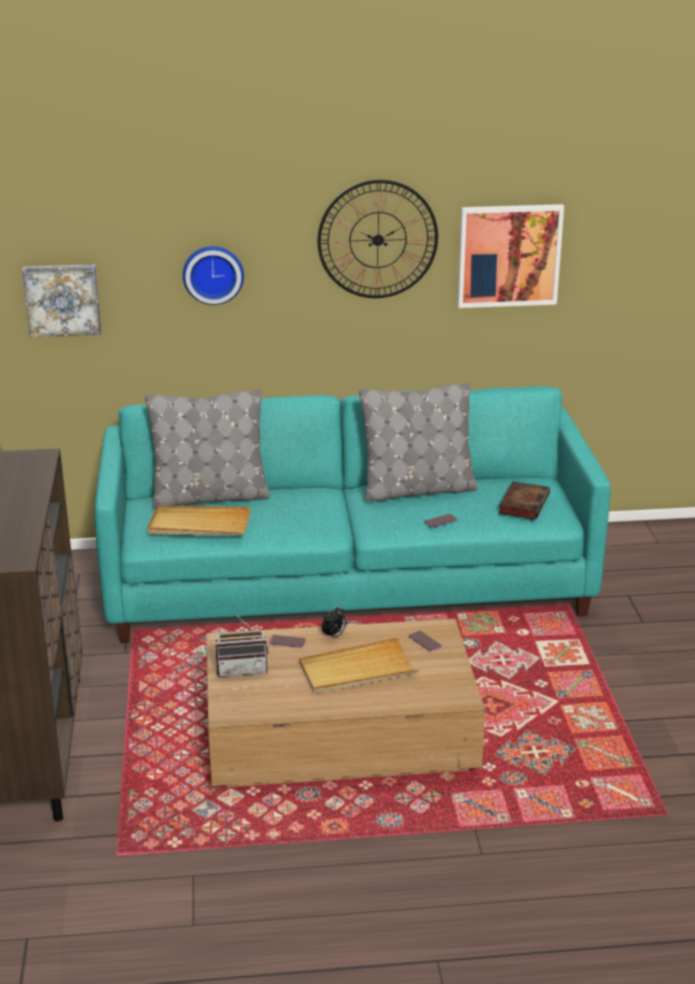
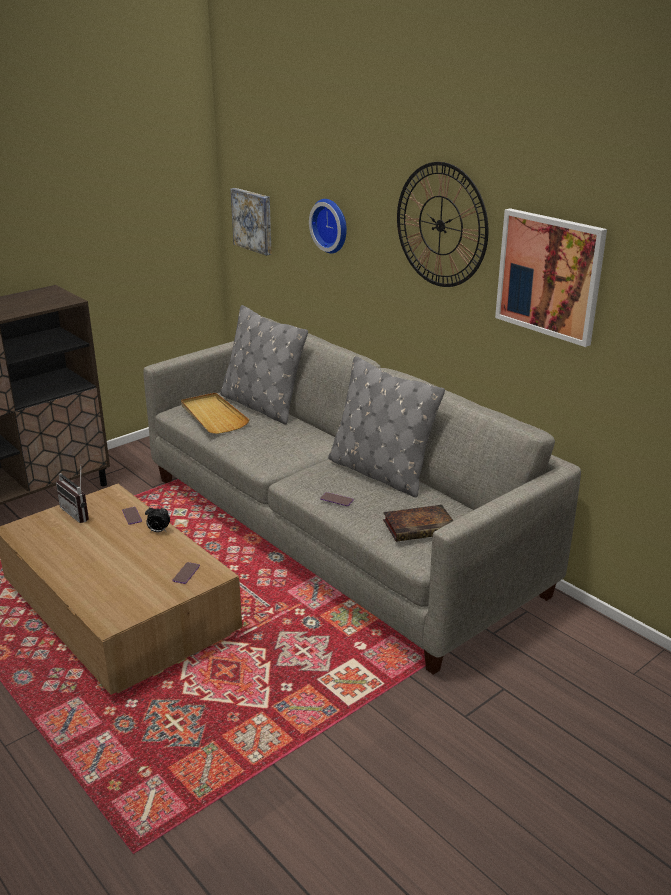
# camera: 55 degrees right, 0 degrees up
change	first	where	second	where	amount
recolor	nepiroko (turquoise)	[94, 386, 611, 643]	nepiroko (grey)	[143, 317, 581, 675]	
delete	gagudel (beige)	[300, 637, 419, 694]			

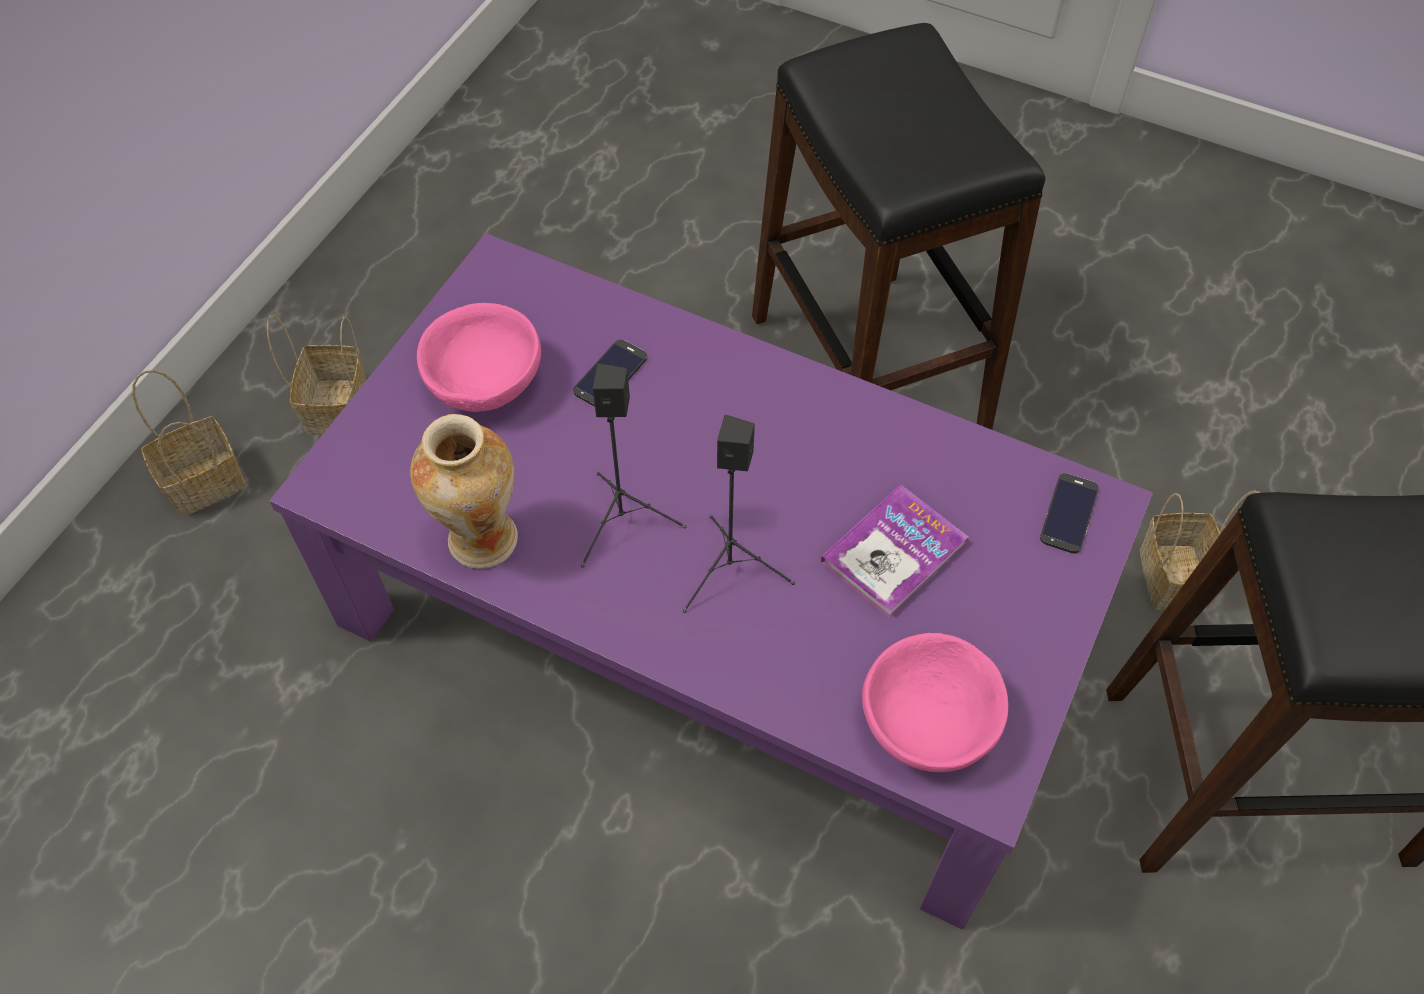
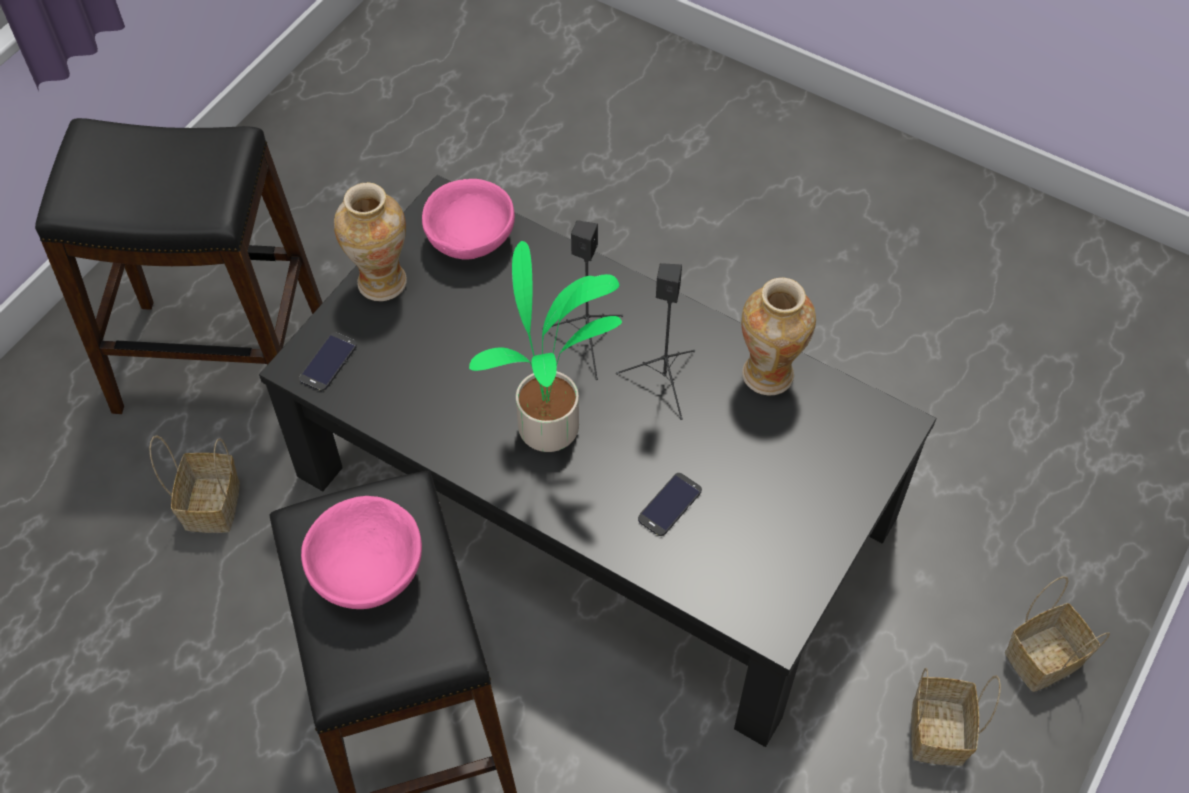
# camera: 175 degrees left, 0 degrees up
change	first	where	second	where	amount
recolor	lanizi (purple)	[269, 233, 1153, 930]	lanizi (black)	[259, 175, 936, 747]	
move	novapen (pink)	[417, 303, 541, 412]		[301, 496, 422, 609]	
insert			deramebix	[334, 182, 407, 301]	
insert			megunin	[469, 241, 622, 452]	
delete	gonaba	[821, 484, 968, 618]			

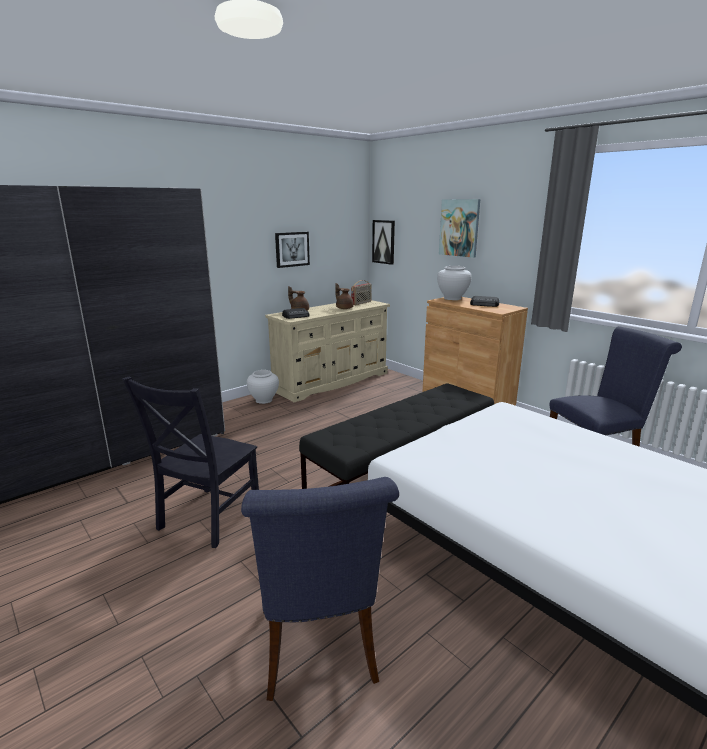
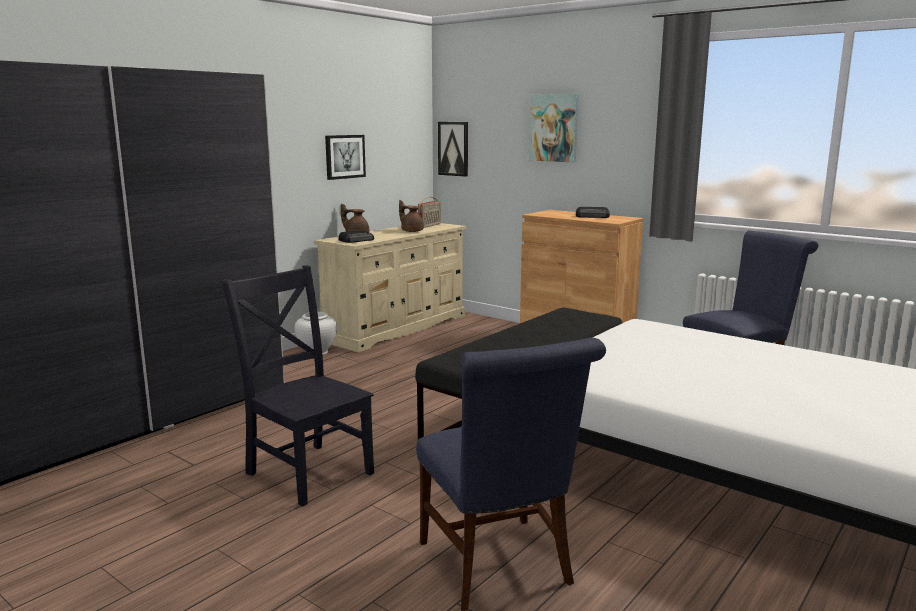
# camera: 10 degrees left, 5 degrees down
change	first	where	second	where	amount
rotate	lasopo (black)	[122, 377, 259, 548]		[221, 265, 374, 507]	120 degrees clockwise
delete	deramebix (white)	[437, 266, 471, 300]			

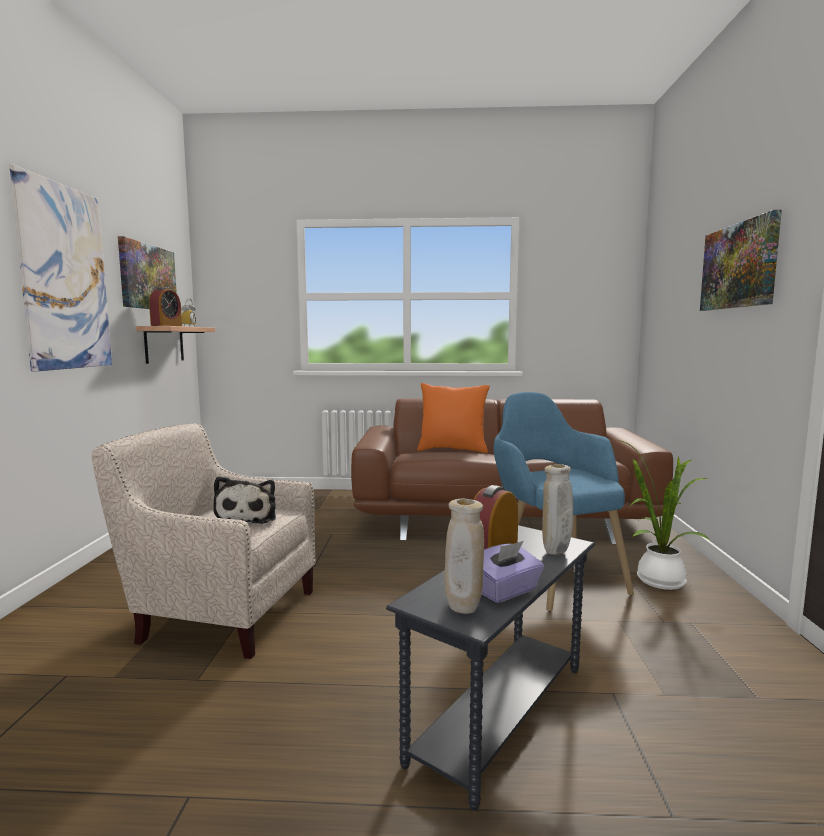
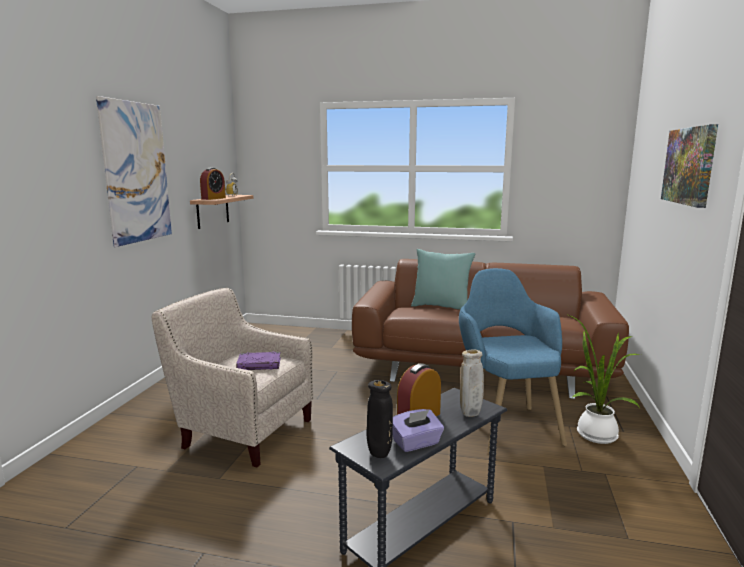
# camera: 10 degrees right, 5 degrees up
change	first	where	second	where	amount
replace	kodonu	[214, 476, 276, 524]	gonaba (purple)	[236, 352, 281, 370]	
recolor	deramebix (beige)	[444, 499, 484, 614]	deramebix (black)	[367, 380, 393, 458]	
recolor	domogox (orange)	[417, 383, 490, 453]	domogox (turquoise)	[411, 249, 475, 310]	
delete	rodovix	[118, 236, 177, 309]			

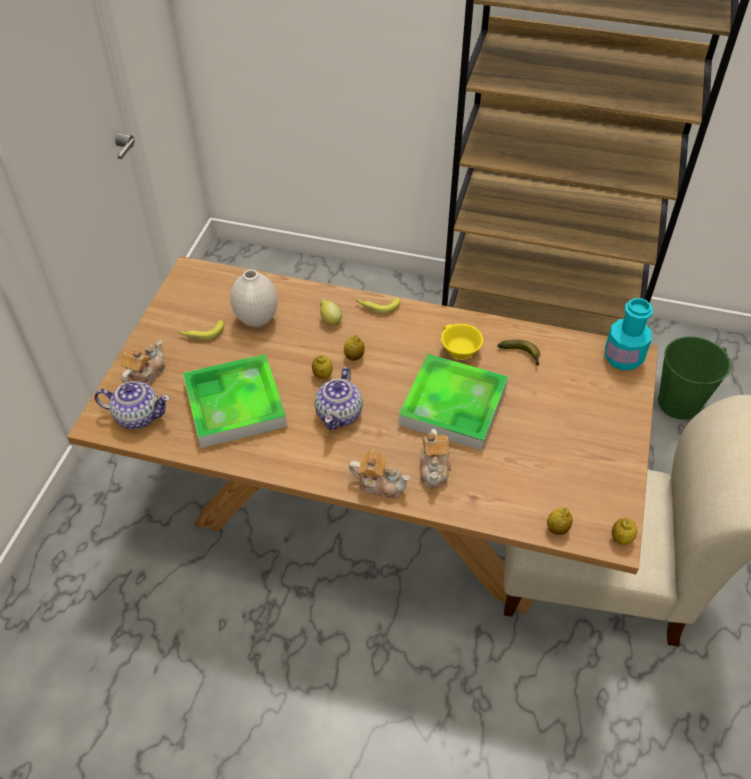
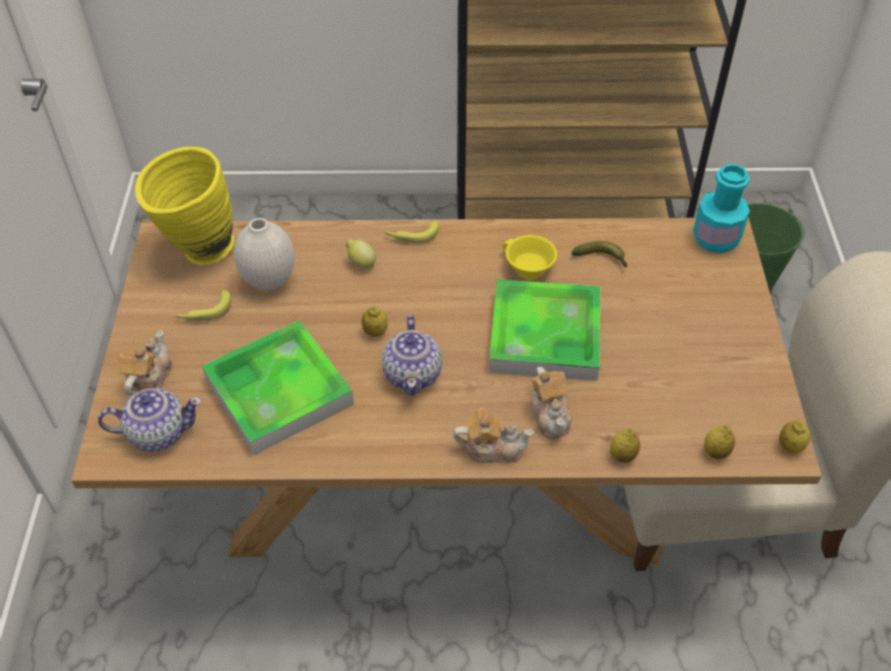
# camera: 15 degrees left, 0 degrees up
change	first	where	second	where	amount
insert			deramebix (yellow)	[135, 147, 234, 265]	
move	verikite	[344, 335, 365, 360]		[610, 428, 640, 463]	

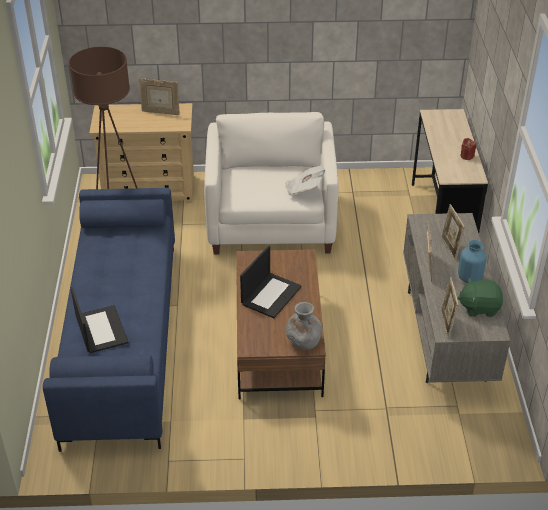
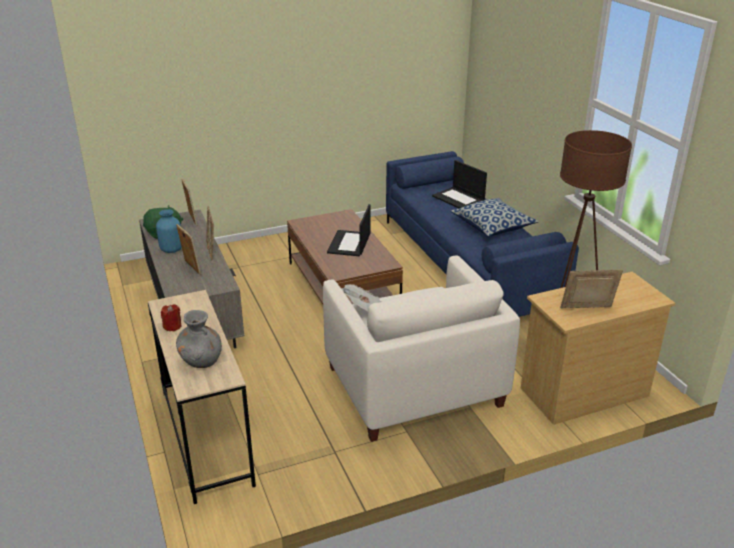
# camera: 160 degrees right, 10 degrees down
change	first	where	second	where	amount
move	deramebix (grey)	[286, 302, 322, 350]		[176, 310, 222, 368]	
insert			domogox	[450, 198, 539, 237]	

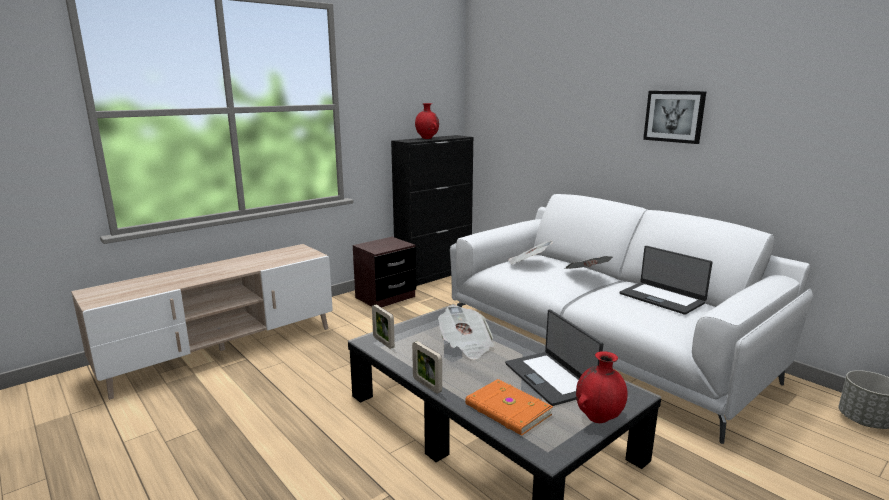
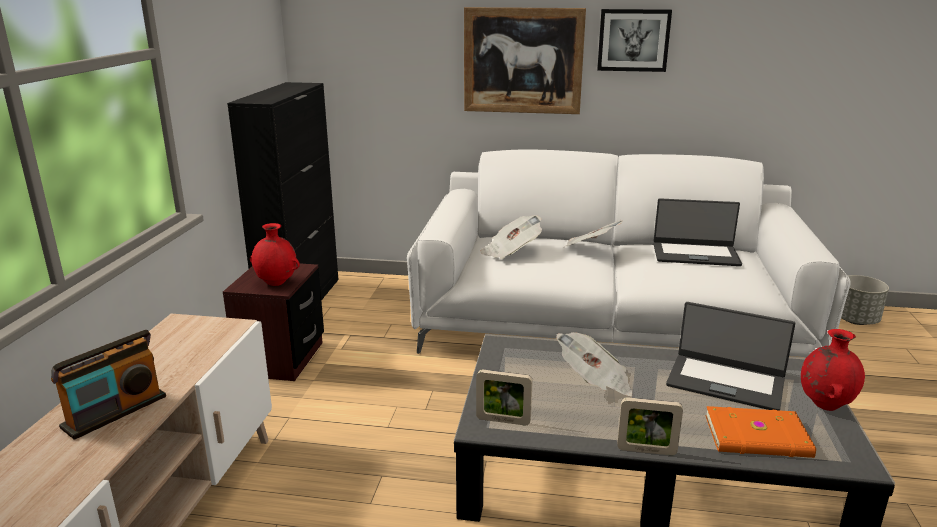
# camera: 40 degrees left, 5 degrees up
change	first	where	second	where	amount
insert			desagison	[51, 330, 166, 440]	
move	deramebix (red)	[415, 103, 439, 139]		[250, 223, 300, 286]	
insert			rodovix	[464, 7, 586, 114]	

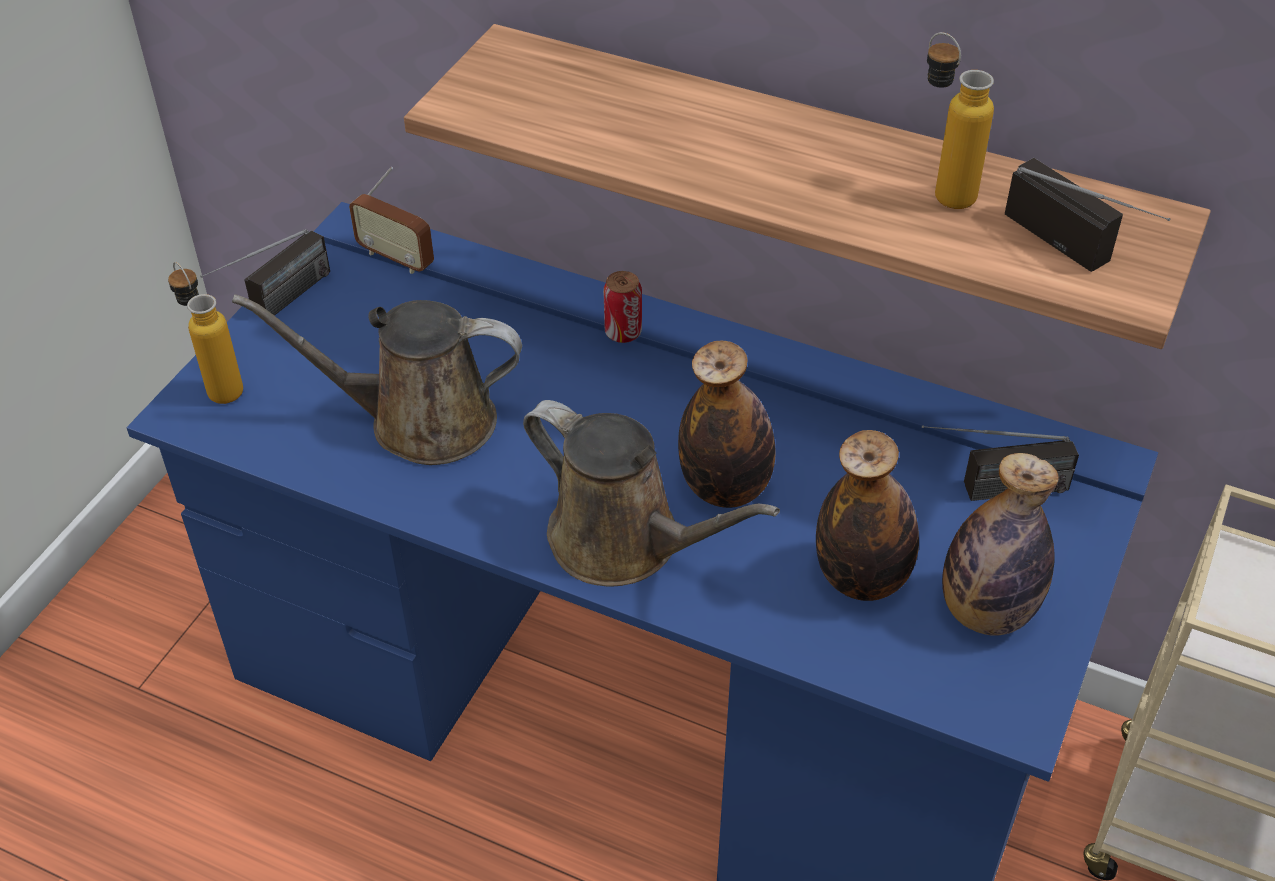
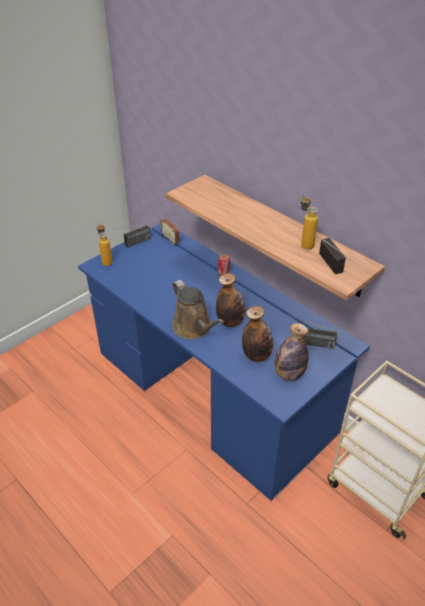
# camera: 20 degrees right, 5 degrees down
change	first	where	second	where	amount
delete	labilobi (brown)	[232, 294, 522, 465]			

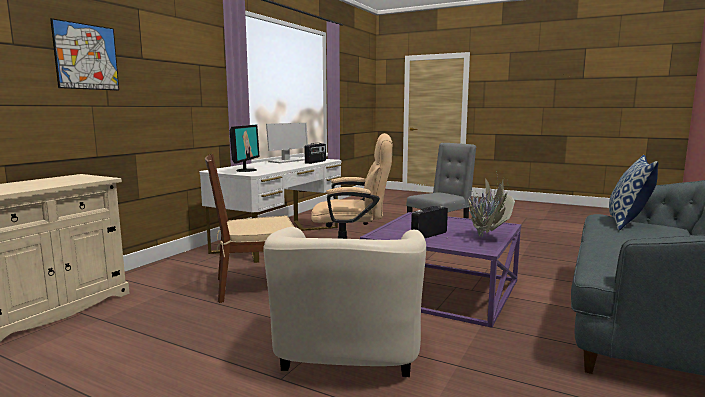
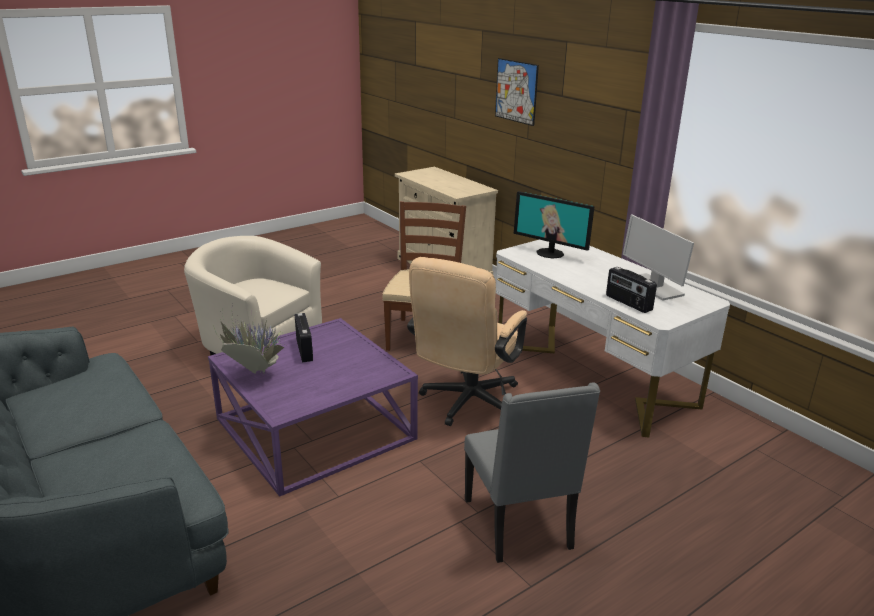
# camera: 115 degrees right, 15 degrees up
change	first	where	second	where	amount
delete	domogox	[609, 155, 658, 230]			

